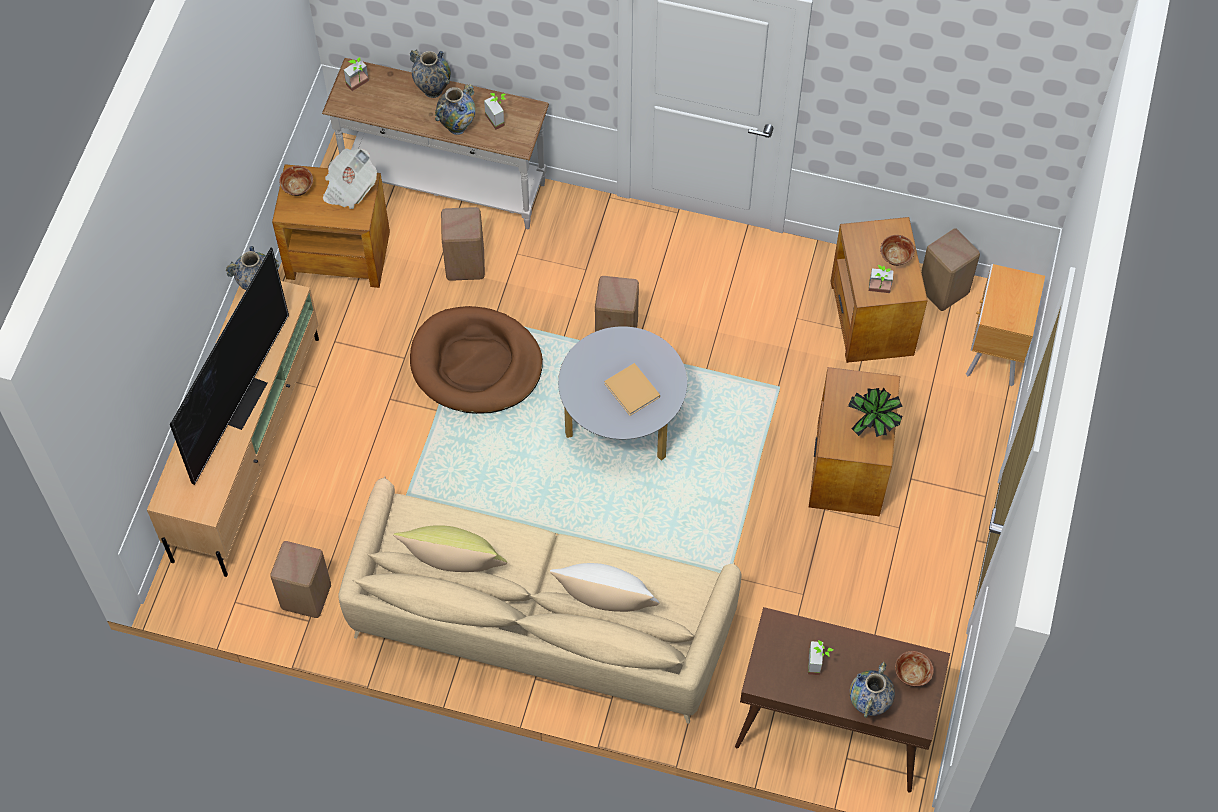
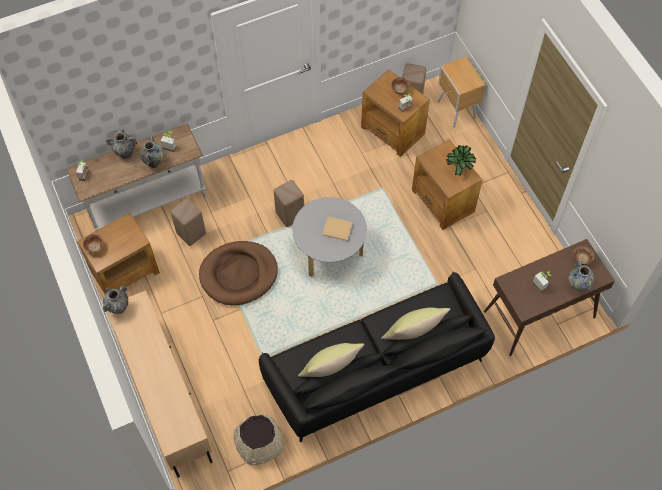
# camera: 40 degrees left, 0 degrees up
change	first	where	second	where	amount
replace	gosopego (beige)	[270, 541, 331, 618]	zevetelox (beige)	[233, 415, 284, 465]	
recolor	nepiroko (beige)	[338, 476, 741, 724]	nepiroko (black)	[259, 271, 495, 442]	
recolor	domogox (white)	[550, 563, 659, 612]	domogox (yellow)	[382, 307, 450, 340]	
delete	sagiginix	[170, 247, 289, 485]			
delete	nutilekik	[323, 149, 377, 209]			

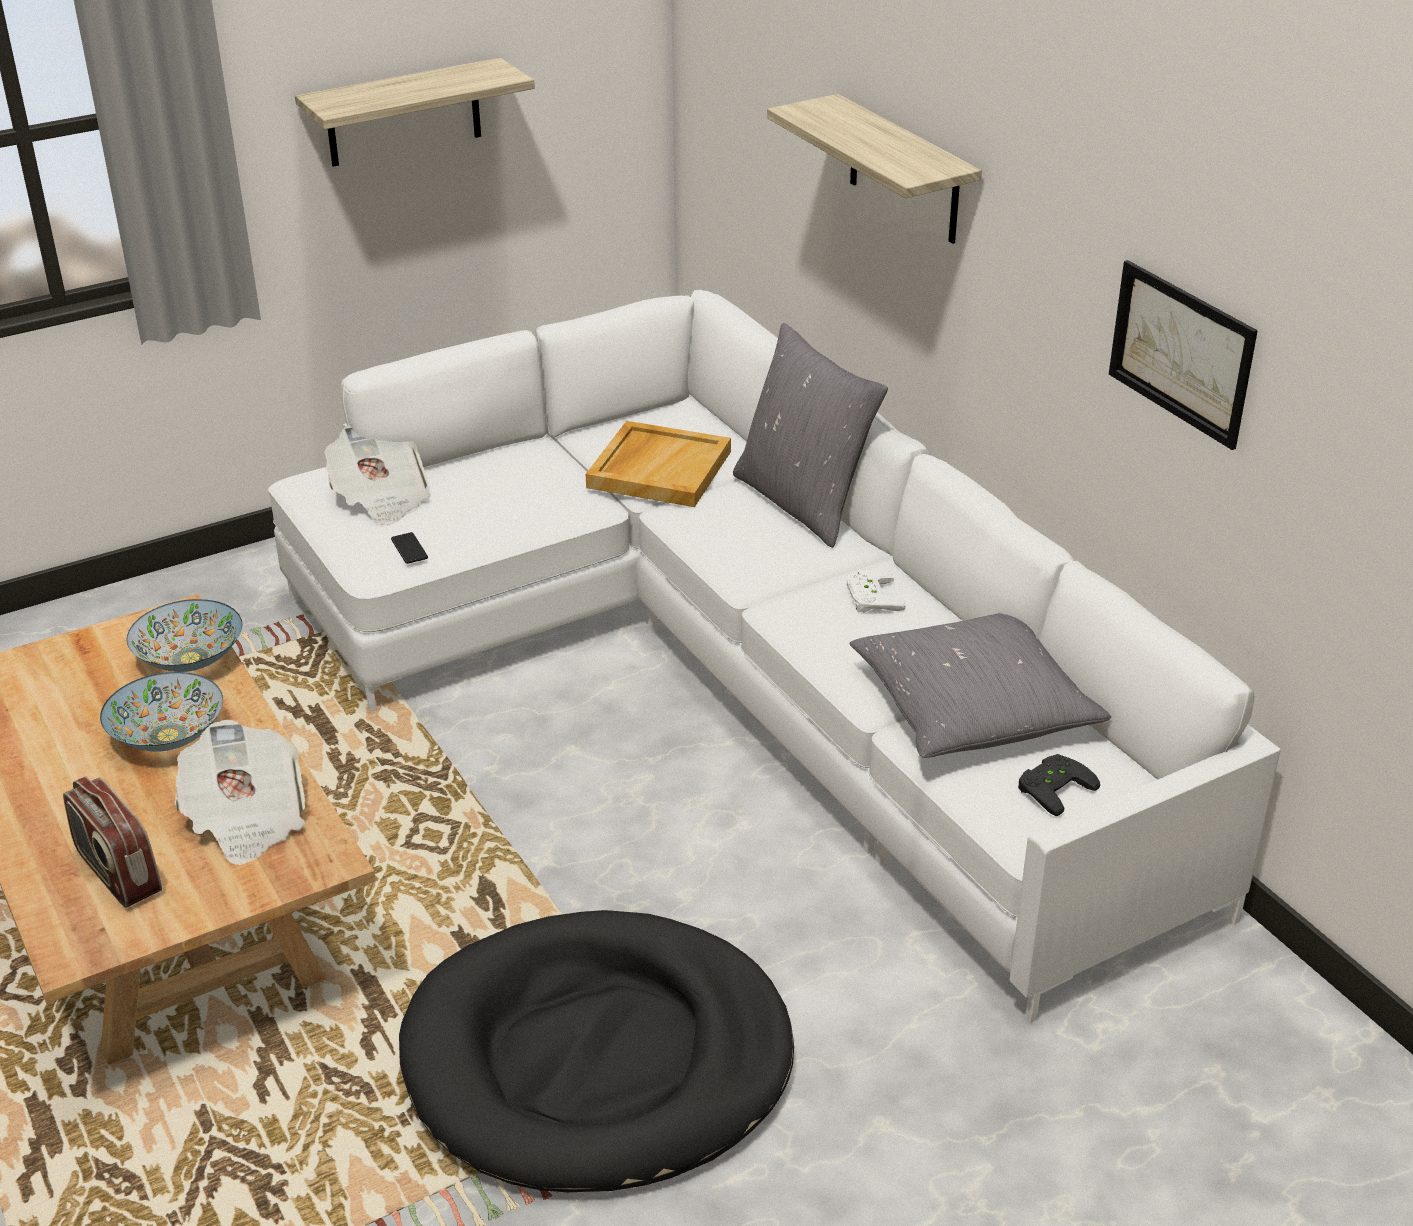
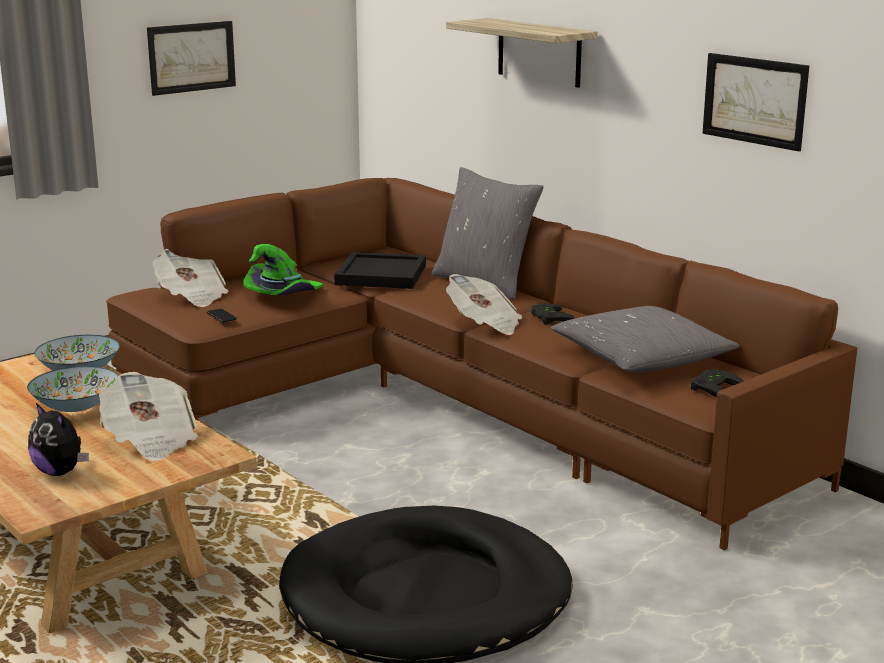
# camera: 10 degrees left, 15 degrees down
change	first	where	second	where	amount
replace	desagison	[63, 776, 162, 908]	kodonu	[28, 403, 89, 476]	
recolor	nepiroko (white)	[268, 290, 1281, 1023]	nepiroko (brown)	[106, 178, 857, 550]	
replace	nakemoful	[295, 58, 535, 167]	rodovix	[147, 21, 236, 96]	
insert			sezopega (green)	[243, 244, 323, 296]	
recolor	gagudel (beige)	[586, 421, 731, 507]	gagudel (black)	[334, 252, 426, 289]	
insert			nutilekik	[446, 274, 522, 335]	
recolor	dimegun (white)	[847, 569, 906, 613]	dimegun (black)	[531, 303, 575, 325]	

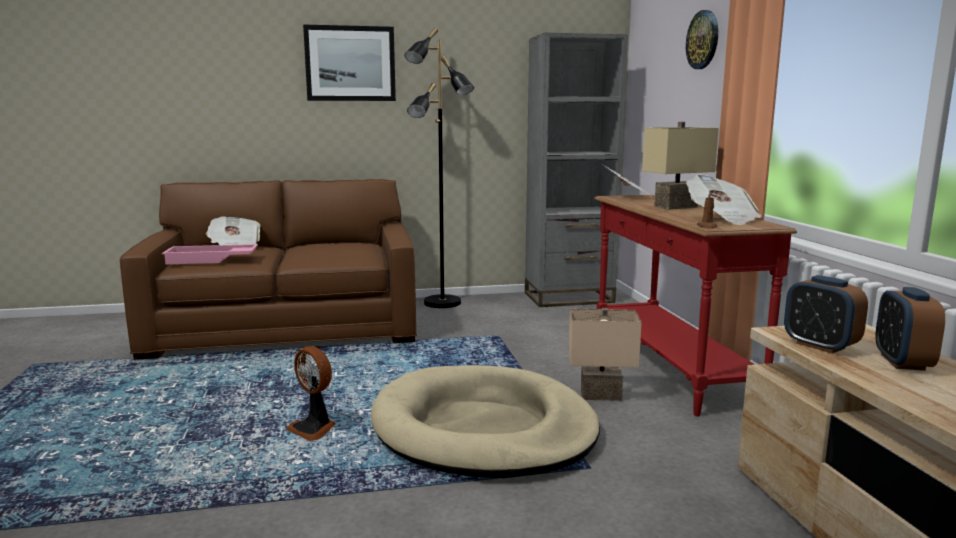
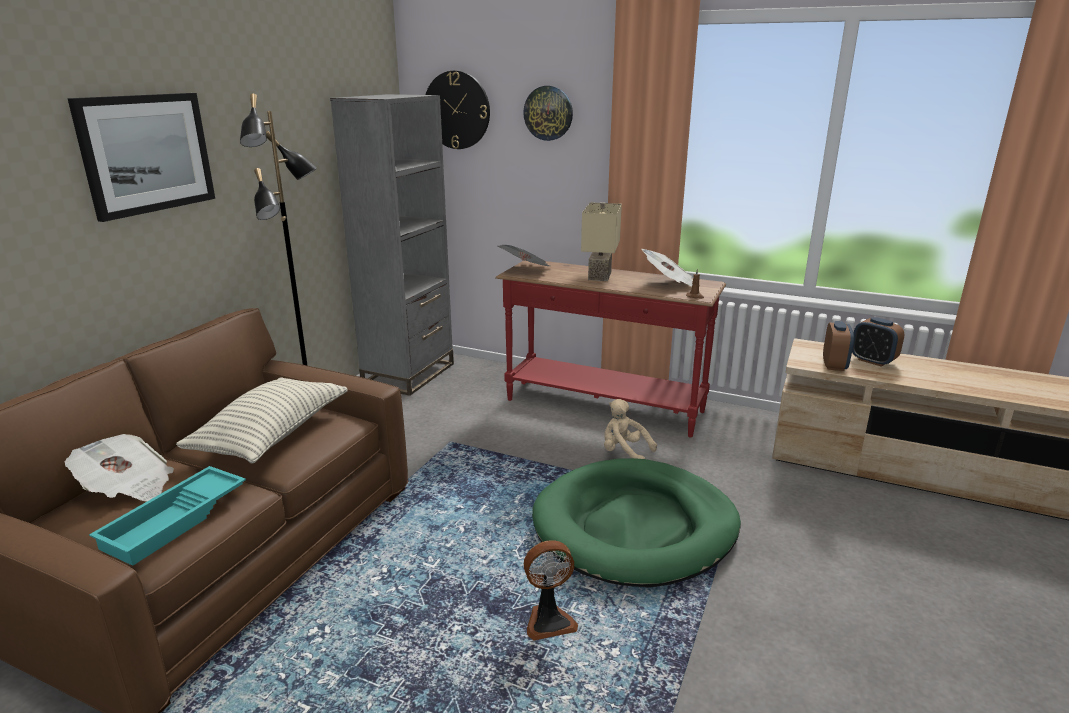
# camera: 55 degrees left, 10 degrees up
change	first	where	second	where	amount
recolor	gagudel (pink)	[162, 244, 258, 264]	gagudel (turquoise)	[89, 466, 246, 566]	
insert			domogox	[176, 377, 348, 464]	
insert			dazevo	[426, 71, 490, 149]	
recolor	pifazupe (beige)	[371, 365, 600, 478]	pifazupe (green)	[532, 458, 741, 588]	
replace	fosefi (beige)	[568, 308, 642, 401]	kodonu (beige)	[604, 399, 657, 459]	
rotate	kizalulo	[784, 275, 868, 354]		[823, 321, 854, 371]	75 degrees counterclockwise

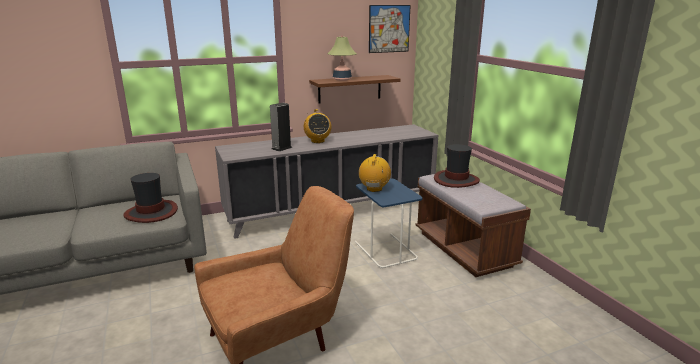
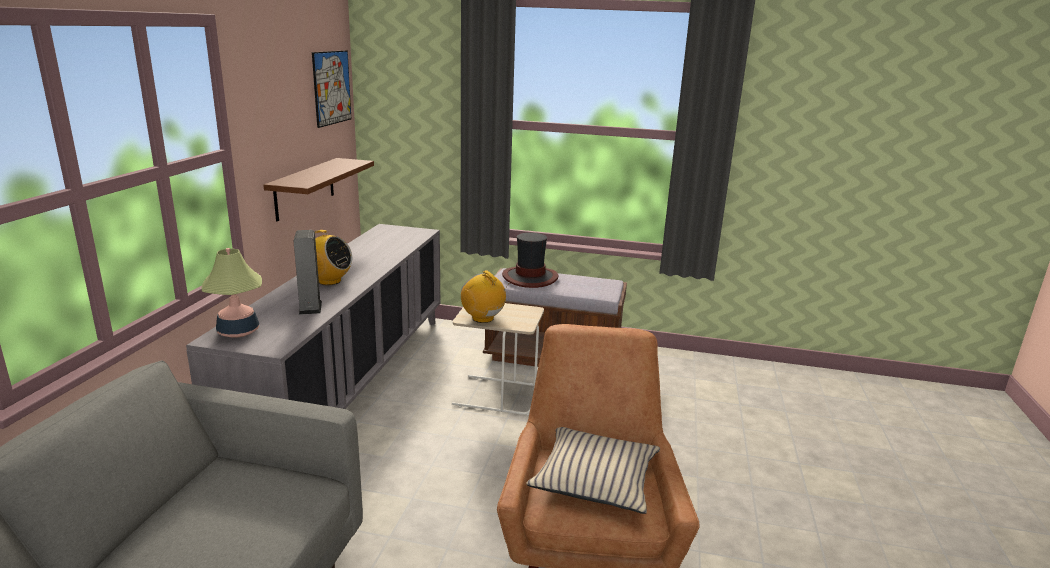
# camera: 55 degrees left, 0 degrees up
change	first	where	second	where	amount
move	fosefi	[328, 36, 356, 81]		[201, 248, 262, 338]	
recolor	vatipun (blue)	[355, 179, 423, 269]	vatipun (beige)	[452, 303, 544, 416]	
insert			domogox (beige)	[526, 427, 660, 514]	
delete	sezopega	[123, 173, 178, 223]			

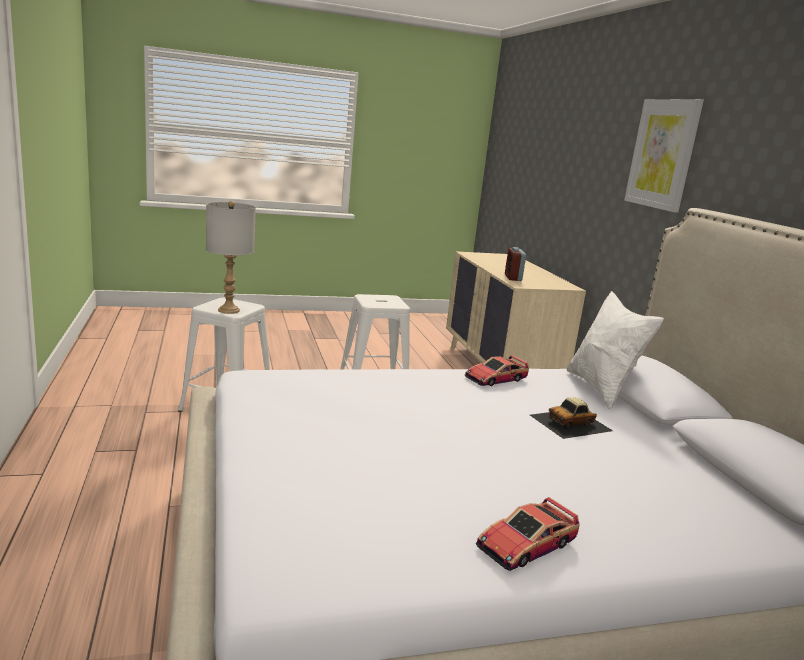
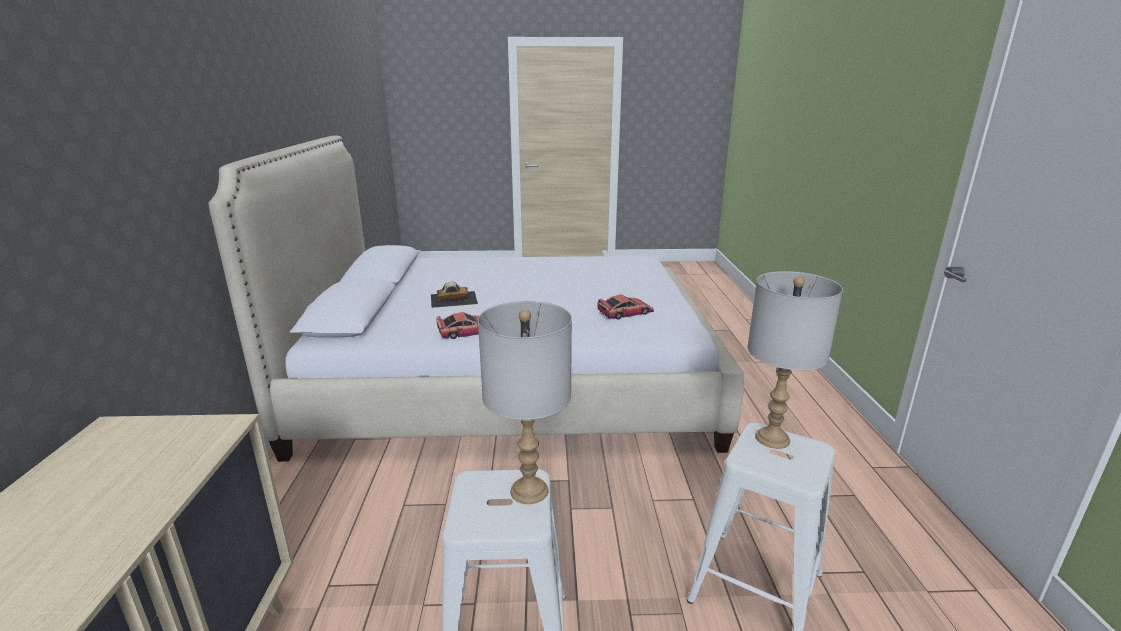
# camera: 165 degrees left, 5 degrees up
change	first	where	second	where	amount
insert			fosefi (grey)	[478, 301, 572, 504]	
move	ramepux	[476, 497, 580, 571]		[597, 294, 654, 320]	
delete	kizalulo	[505, 247, 526, 281]			
delete	domogox (white)	[567, 291, 664, 409]			
delete	rodovix	[624, 99, 704, 213]			

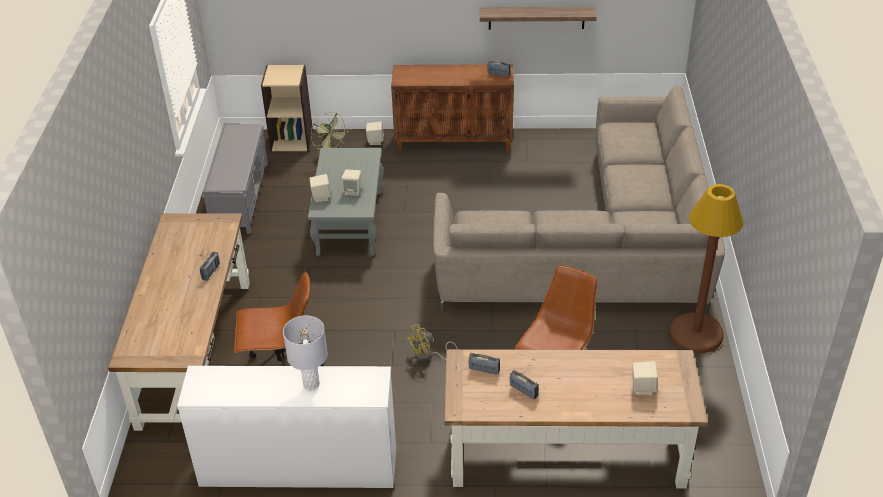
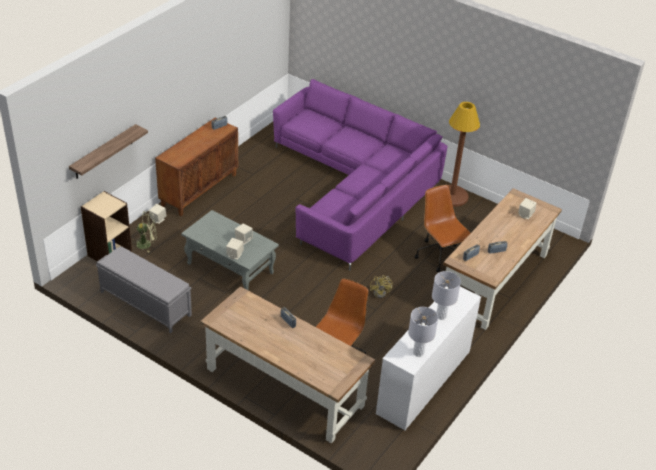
# camera: 60 degrees left, 0 degrees up
change	first	where	second	where	amount
move	nakemoful	[480, 7, 596, 30]		[69, 124, 148, 179]	
recolor	nepiroko (beige)	[433, 85, 725, 311]	nepiroko (purple)	[273, 79, 447, 271]	
insert			fosefi (grey)	[408, 307, 438, 357]	

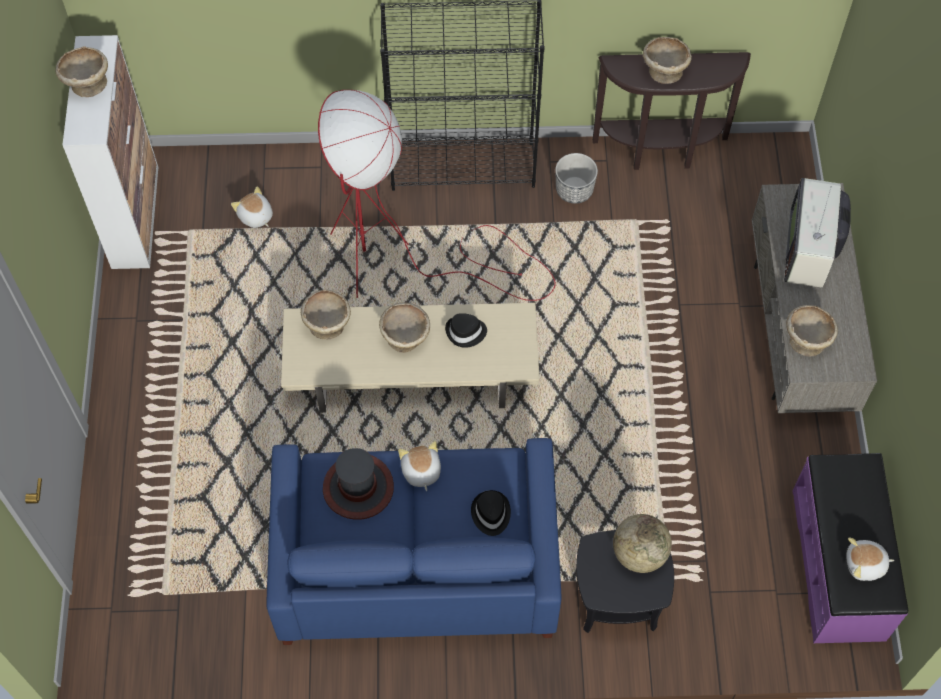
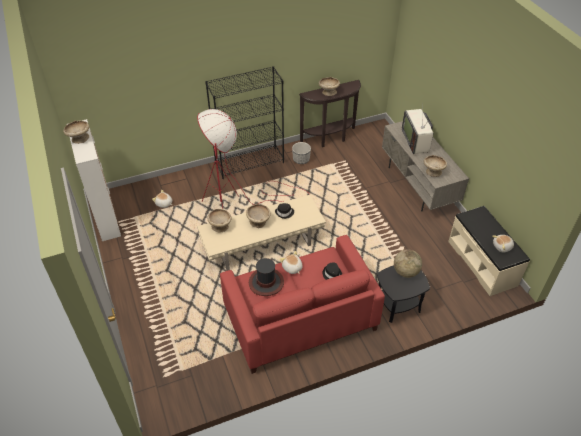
# camera: 20 degrees left, 15 degrees down
change	first	where	second	where	amount
recolor	nepiroko (blue)	[267, 438, 561, 645]	nepiroko (red)	[220, 235, 385, 374]	
recolor	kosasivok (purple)	[793, 453, 908, 643]	kosasivok (beige)	[448, 206, 530, 296]	

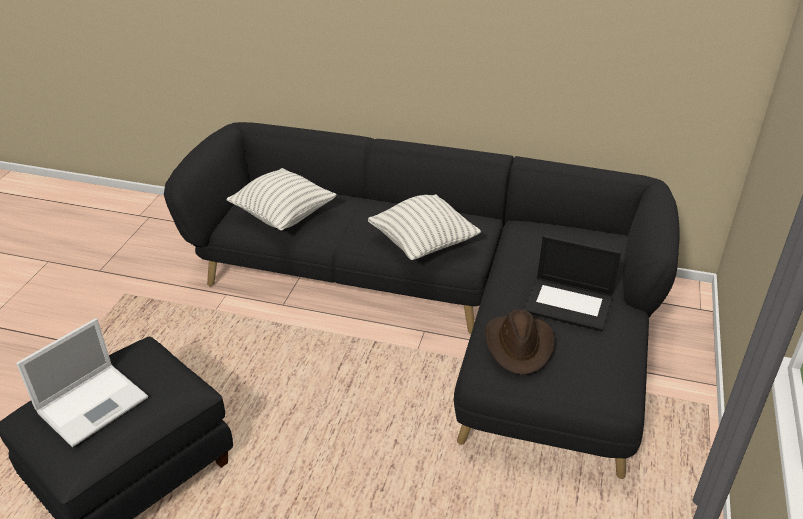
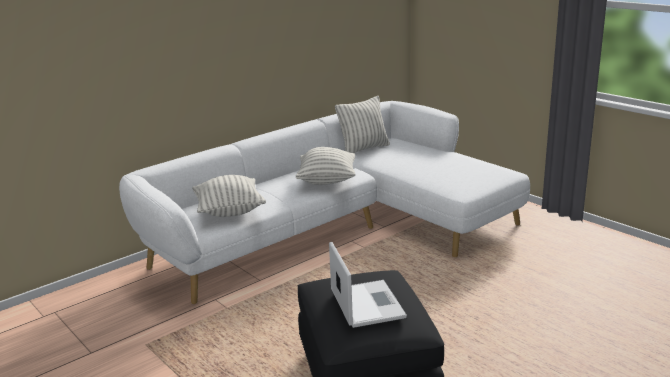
# camera: 55 degrees left, 15 degrees down
change	first	where	second	where	amount
recolor	nepiroko (black)	[164, 122, 680, 479]	nepiroko (white)	[119, 101, 530, 304]	
insert			domogox	[335, 96, 390, 153]	
delete	sezopega (brown)	[485, 309, 555, 375]			
delete	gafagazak	[524, 235, 621, 332]			

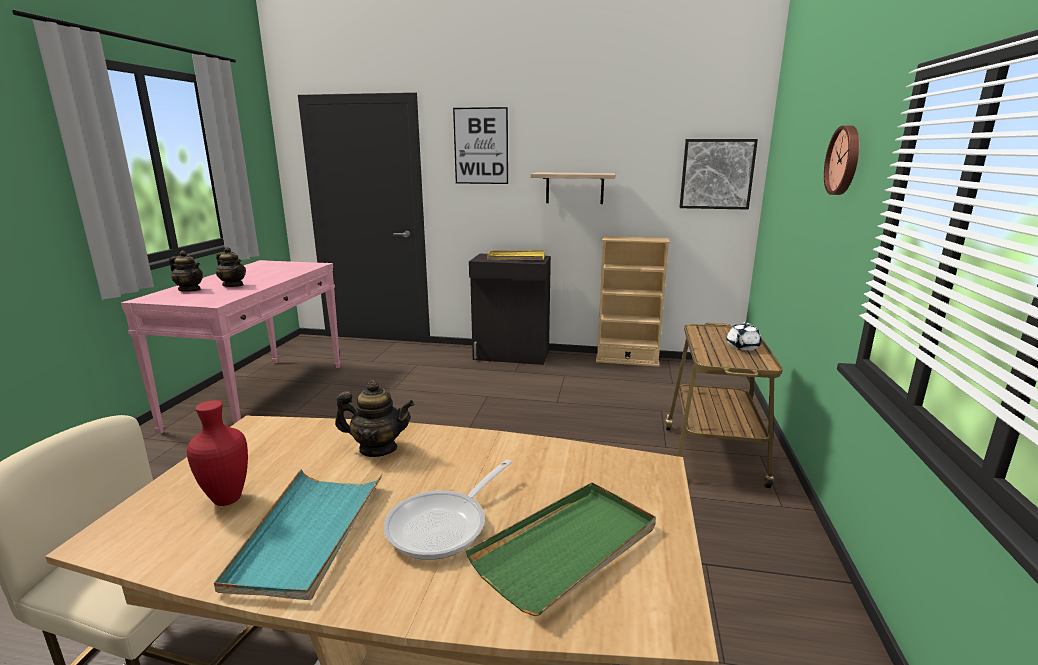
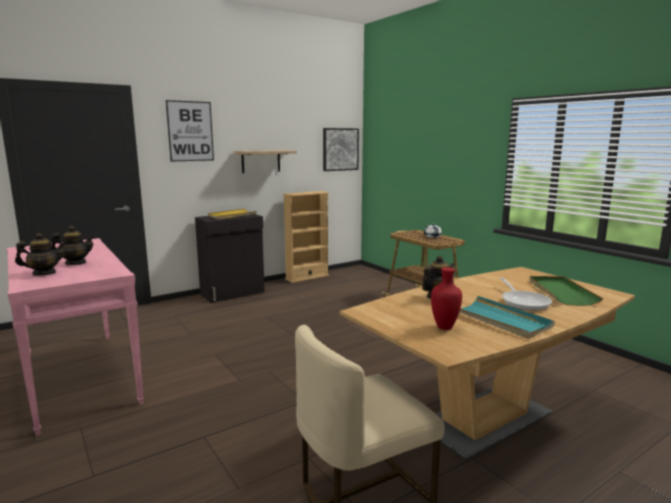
# camera: 45 degrees left, 5 degrees down
change	first	where	second	where	amount
delete	dazevo	[824, 125, 859, 195]			

